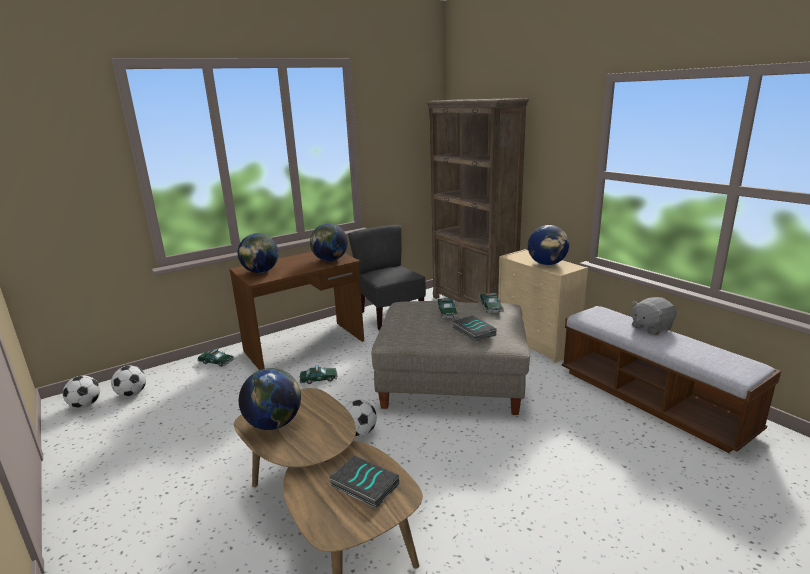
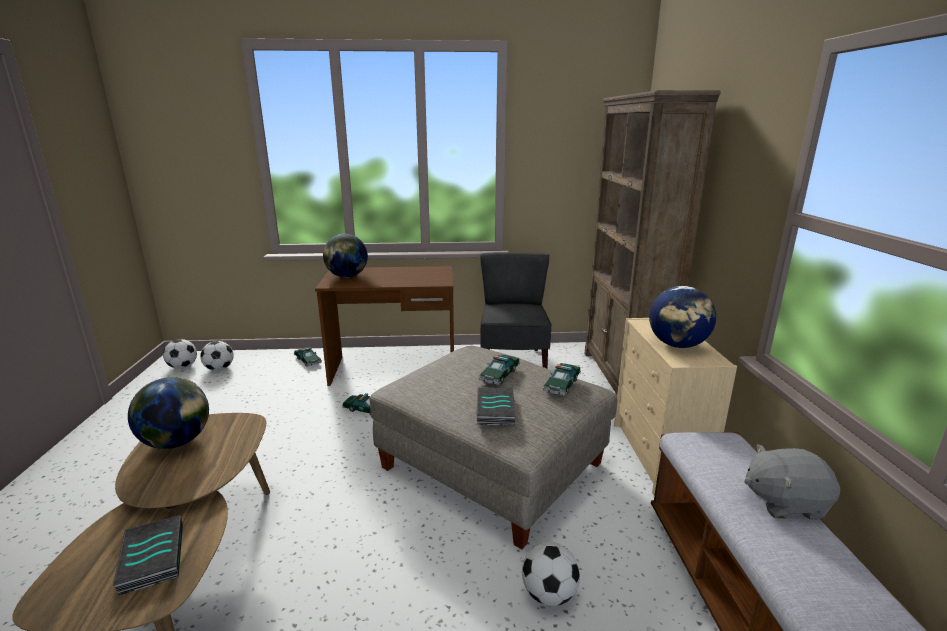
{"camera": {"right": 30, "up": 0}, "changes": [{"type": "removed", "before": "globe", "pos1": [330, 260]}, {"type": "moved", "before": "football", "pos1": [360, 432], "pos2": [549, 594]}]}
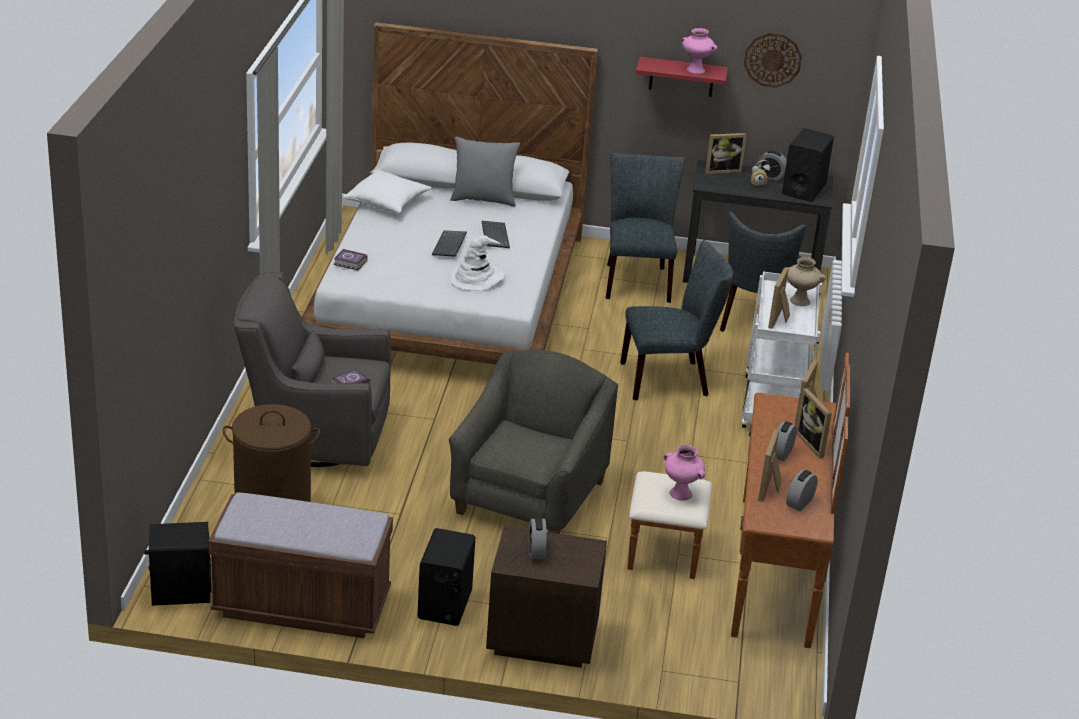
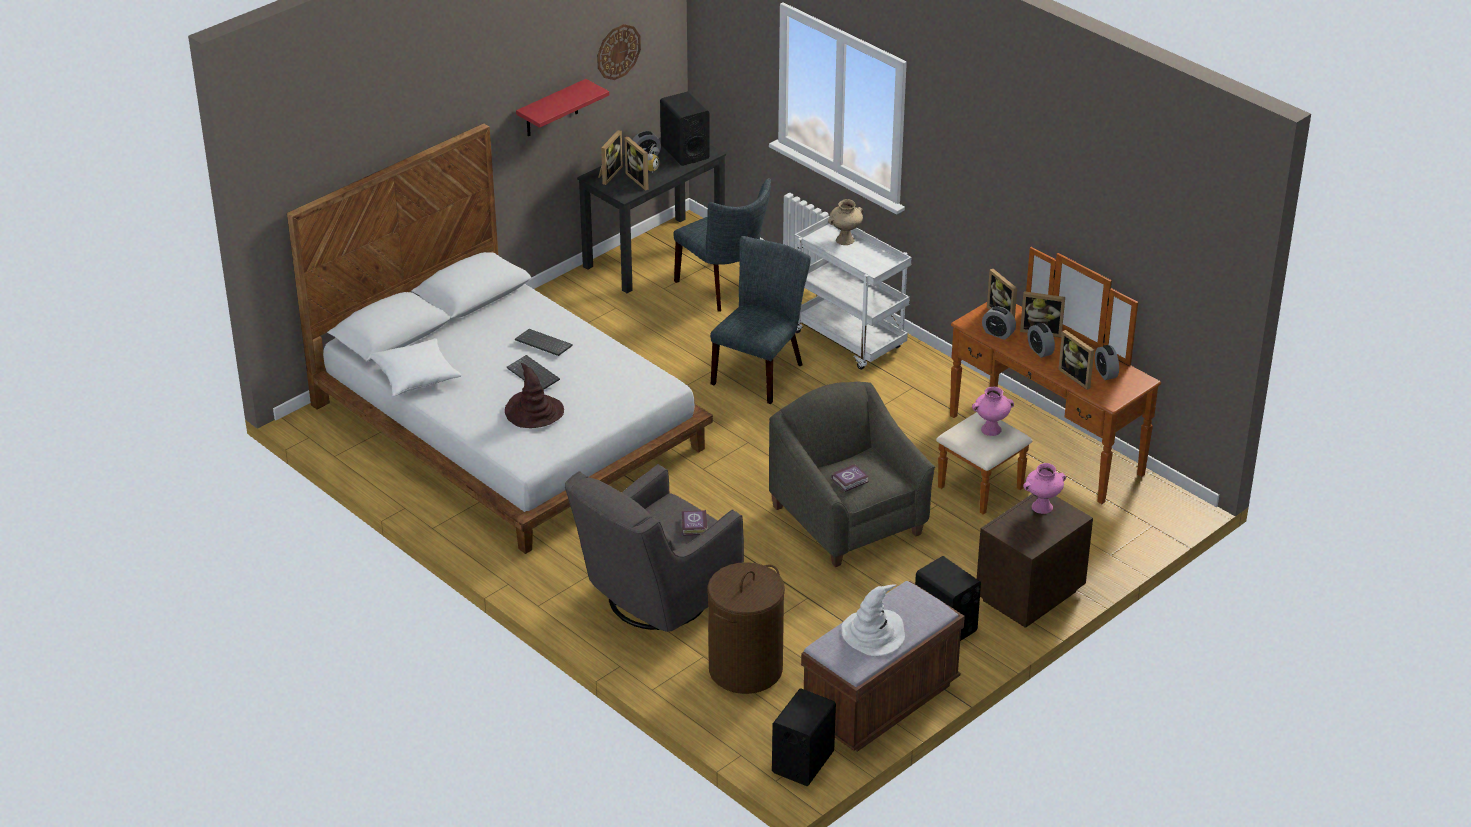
{"camera": {"right": -50, "up": 5}, "changes": [{"type": "removed", "before": "grey pillow", "pos1": [483, 199]}, {"type": "removed", "before": "grey chair", "pos1": [636, 280]}, {"type": "added", "after": "brown hat", "pos2": [534, 412]}, {"type": "moved", "before": "book", "pos1": [350, 263], "pos2": [851, 480]}, {"type": "moved", "before": "white hat", "pos1": [477, 278], "pos2": [873, 634]}, {"type": "moved", "before": "alarm clock", "pos1": [536, 551], "pos2": [998, 333]}, {"type": "moved", "before": "pink vase", "pos1": [695, 70], "pos2": [1042, 507]}, {"type": "moved", "before": "picture frame", "pos1": [780, 319], "pos2": [640, 180]}]}
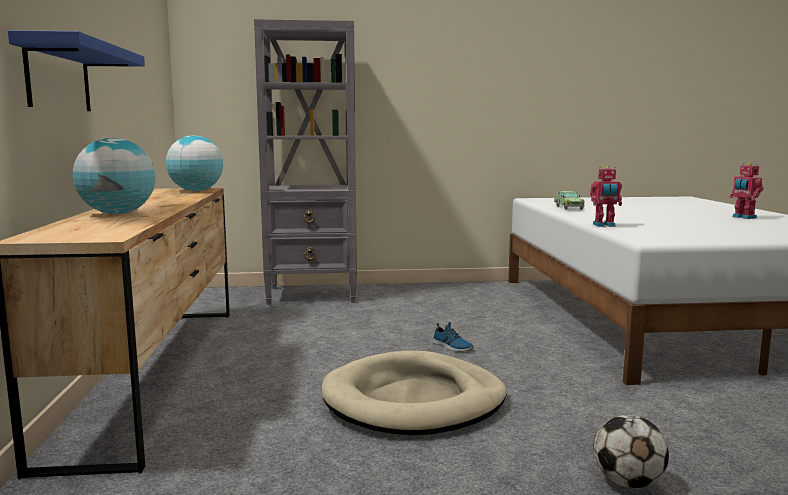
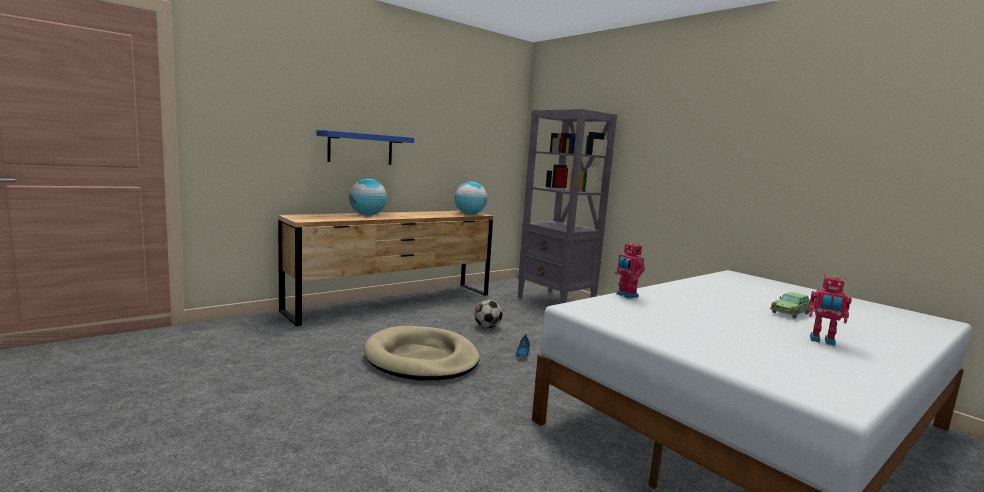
{"camera": {"right": 55, "up": 0}, "changes": [{"type": "moved", "before": "toy car", "pos1": [568, 207], "pos2": [791, 313]}, {"type": "moved", "before": "football", "pos1": [628, 483], "pos2": [487, 327]}, {"type": "turned", "before": "toy robot", "pos1": [743, 217], "pos2": [822, 341], "turn": -90}]}
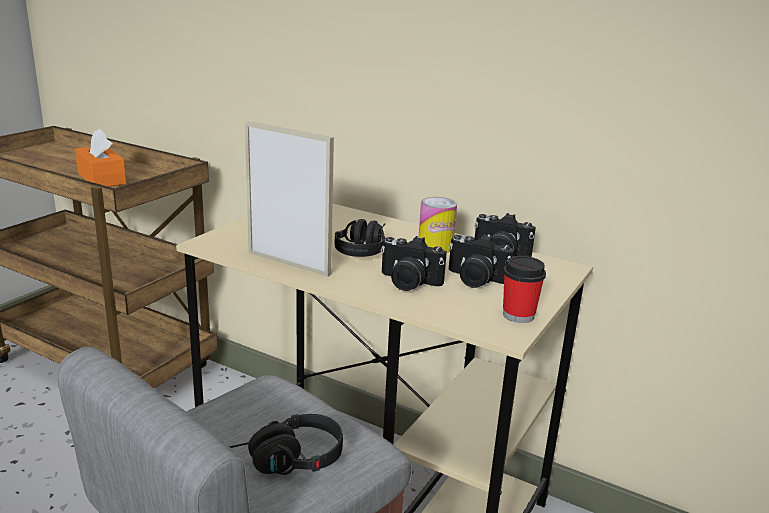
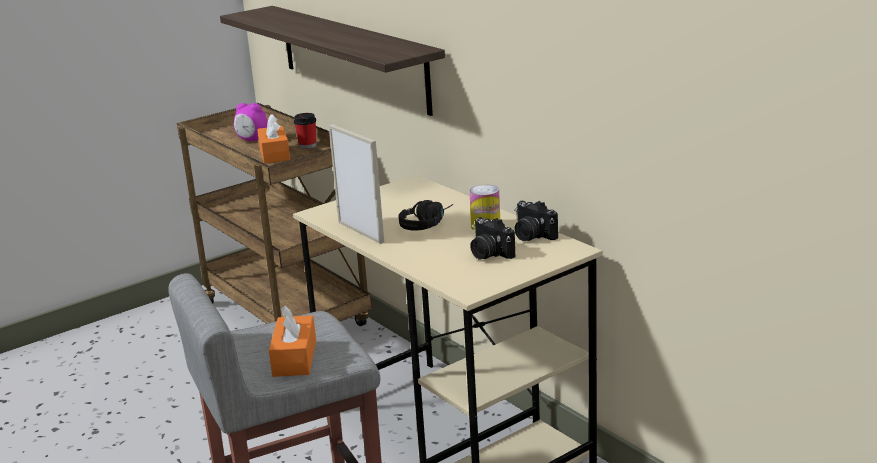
{"camera": {"right": 25, "up": 0}, "changes": [{"type": "removed", "before": "photo camera", "pos1": [408, 282]}, {"type": "added", "after": "shelf", "pos2": [352, 57]}, {"type": "added", "after": "alarm clock", "pos2": [252, 140]}, {"type": "moved", "before": "cup", "pos1": [518, 315], "pos2": [307, 145]}, {"type": "replaced", "before": "black headphones", "after": "orange tissue box", "pos1": [285, 462], "pos2": [294, 358]}]}
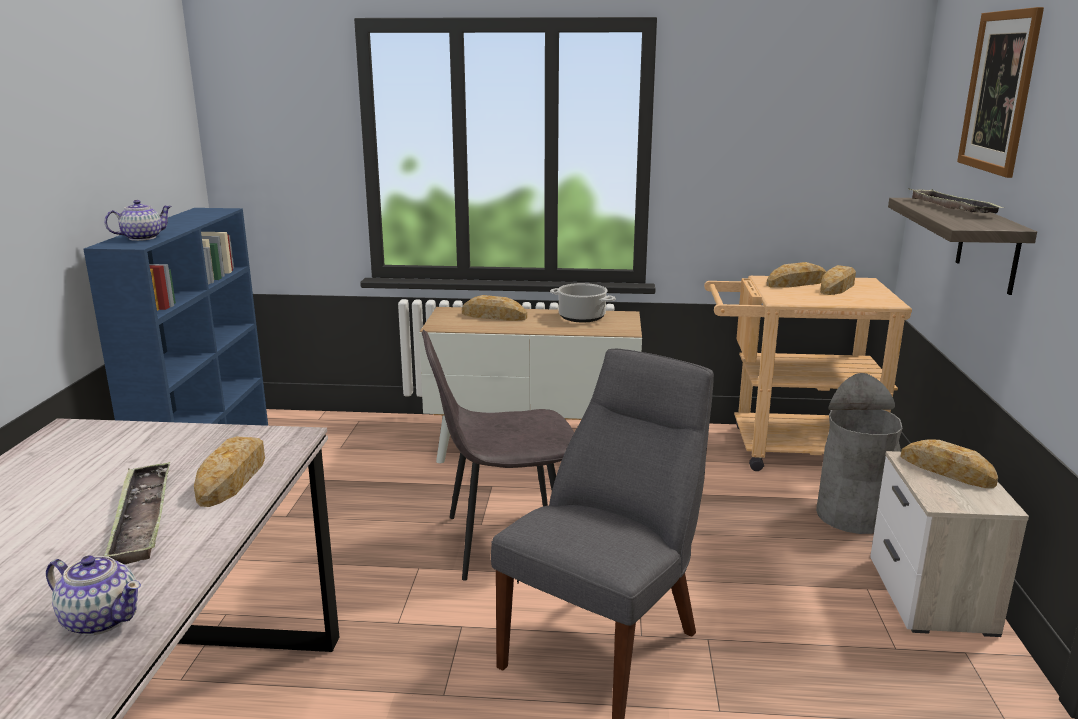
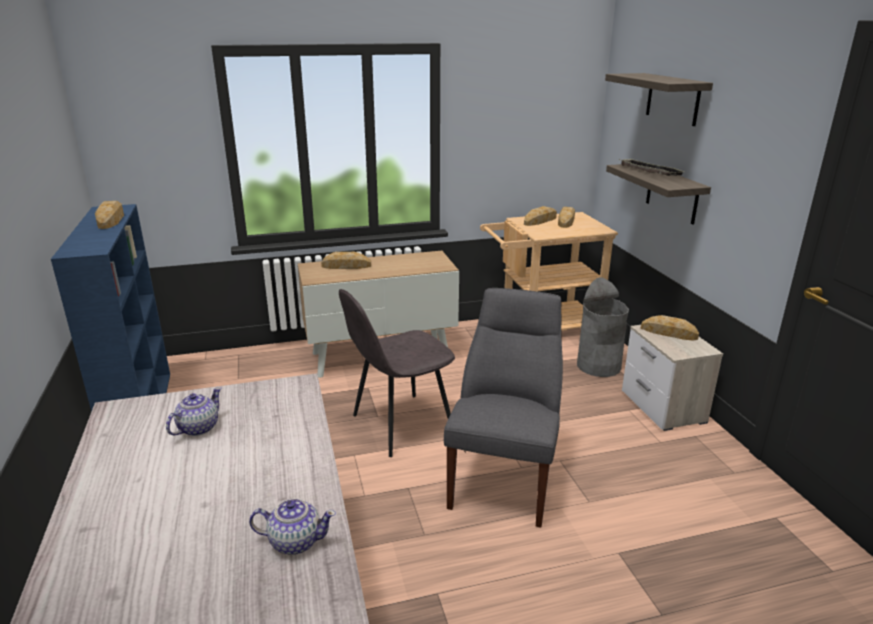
{"camera": {"right": -20, "up": 5}, "changes": [{"type": "removed", "before": "tray", "pos1": [142, 518]}, {"type": "removed", "before": "cooking pot", "pos1": [582, 317]}, {"type": "moved", "before": "teapot", "pos1": [142, 238], "pos2": [197, 428]}, {"type": "moved", "before": "bread", "pos1": [233, 477], "pos2": [111, 220]}, {"type": "replaced", "before": "picture", "after": "shelf", "pos1": [999, 92], "pos2": [673, 99]}]}
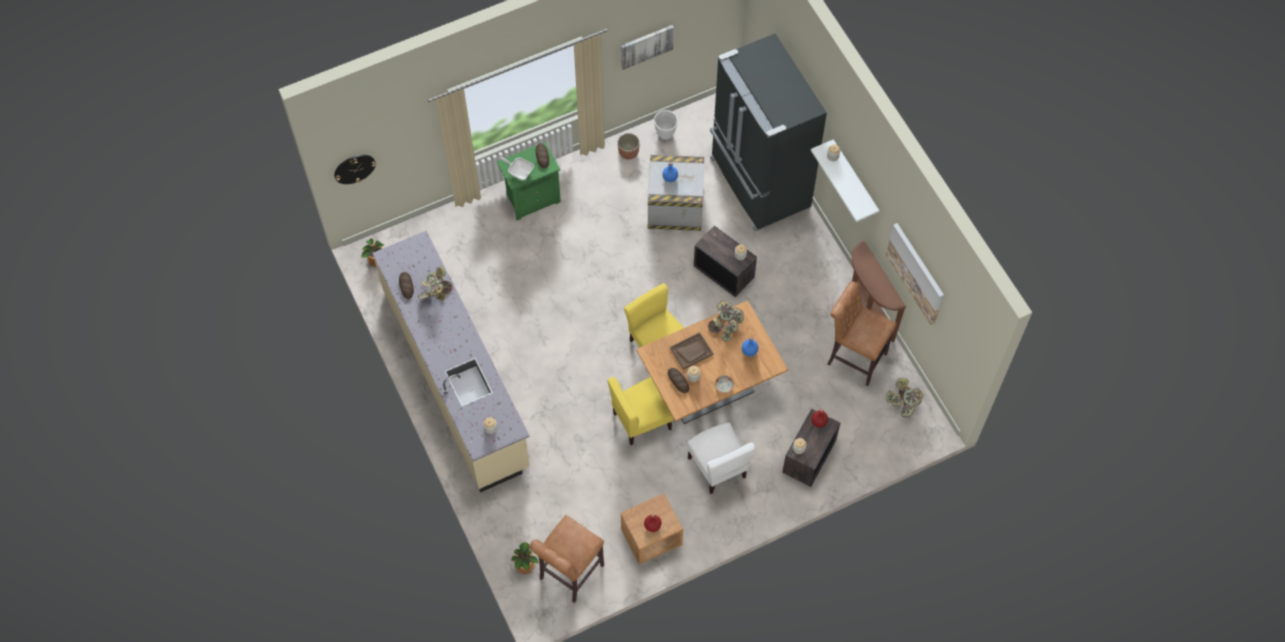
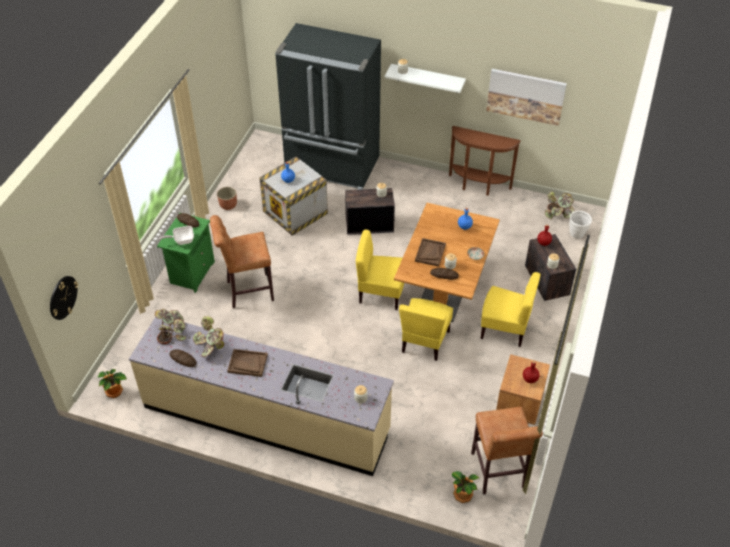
{"camera": {"right": -45, "up": -15}, "changes": [{"type": "removed", "before": "picture", "pos1": [646, 46]}, {"type": "added", "after": "brown tray", "pos2": [247, 363]}, {"type": "moved", "before": "white planter", "pos1": [665, 134], "pos2": [577, 234]}, {"type": "moved", "before": "potted plant", "pos1": [725, 326], "pos2": [172, 332]}, {"type": "moved", "before": "brown stool", "pos1": [854, 357], "pos2": [247, 291]}, {"type": "recoloured", "before": "white chair", "after": "yellow chair", "pos1": [718, 467], "pos2": [505, 329]}]}
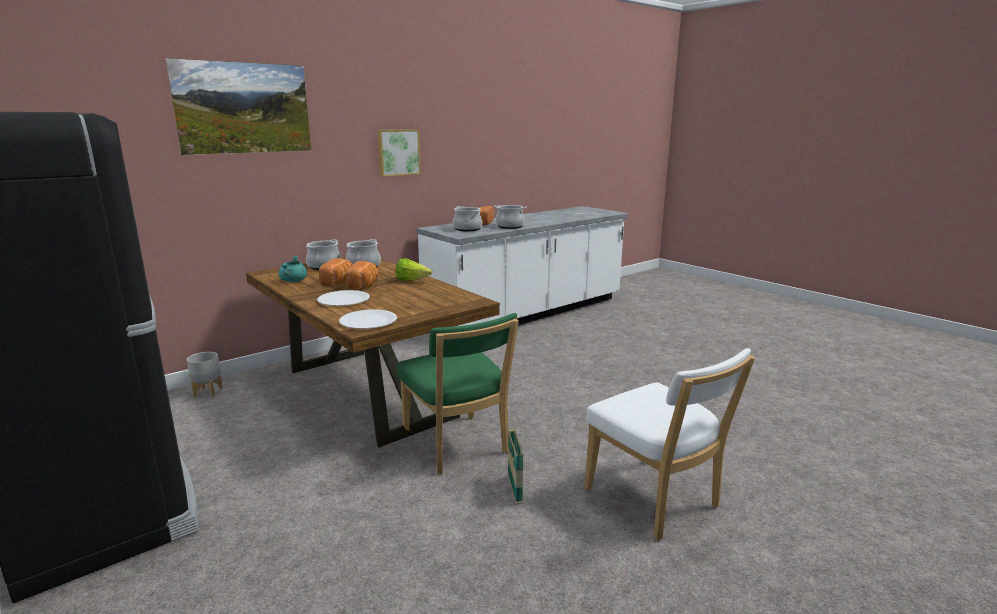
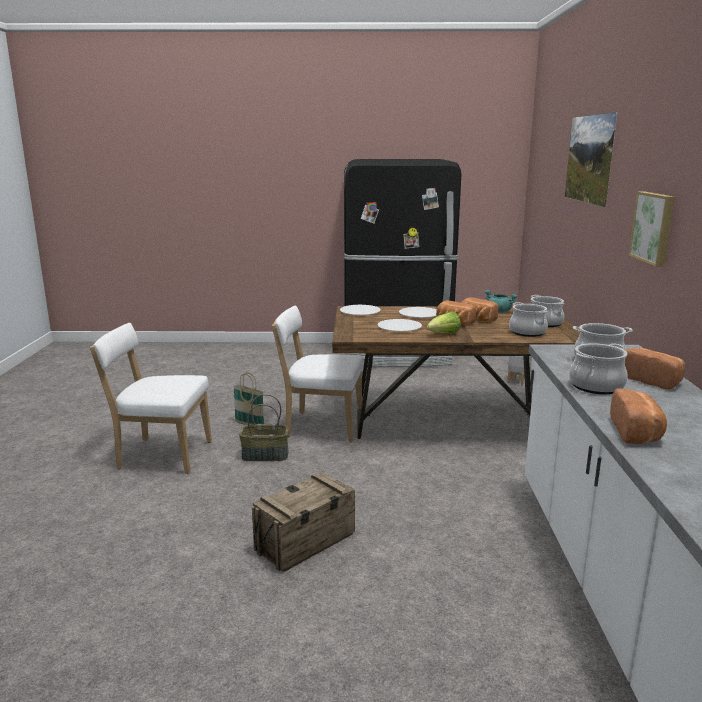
{"camera": {"right": 130, "up": 0}, "changes": [{"type": "added", "after": "basket", "pos2": [264, 456]}, {"type": "added", "after": "crate", "pos2": [306, 542]}, {"type": "added", "after": "white plate", "pos2": [399, 327]}, {"type": "added", "after": "bread", "pos2": [637, 433]}, {"type": "recoloured", "before": "green chair", "after": "white chair", "pos1": [458, 446], "pos2": [320, 426]}]}
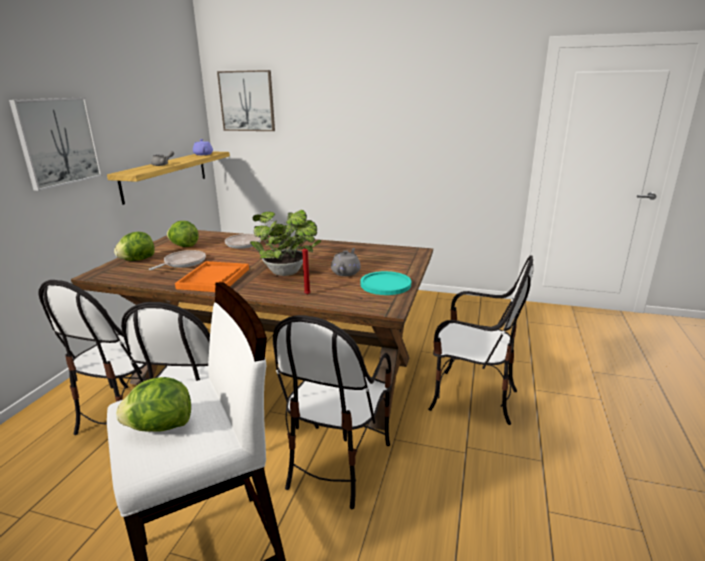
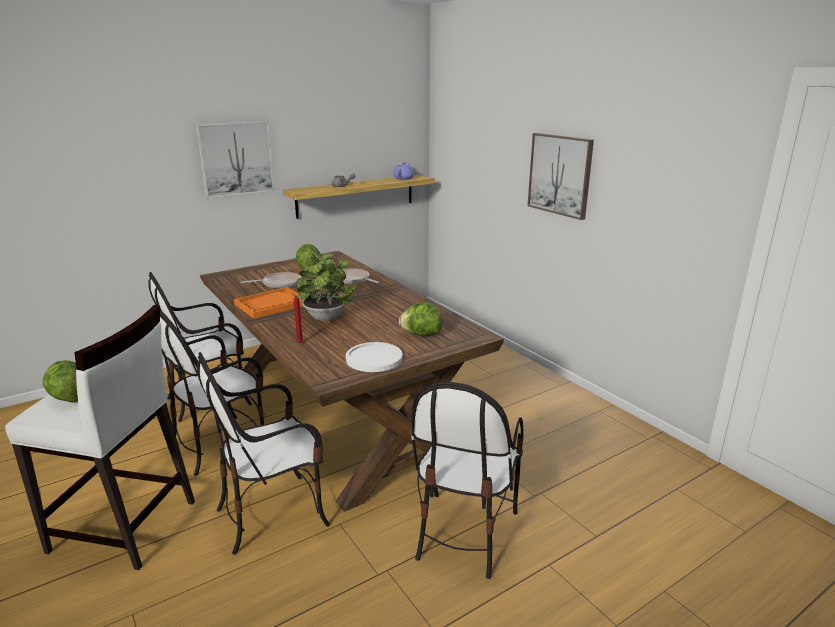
{"camera": {"right": 40, "up": 0}, "changes": [{"type": "removed", "before": "grey teapot", "pos1": [346, 272]}, {"type": "moved", "before": "lettuce", "pos1": [137, 260], "pos2": [421, 334]}, {"type": "moved", "before": "picture", "pos1": [247, 101], "pos2": [560, 175]}, {"type": "recoloured", "before": "turquoise plate", "after": "white plate", "pos1": [385, 284], "pos2": [374, 358]}, {"type": "turned", "before": "chair", "pos1": [472, 398], "pos2": [464, 532], "turn": 45}]}
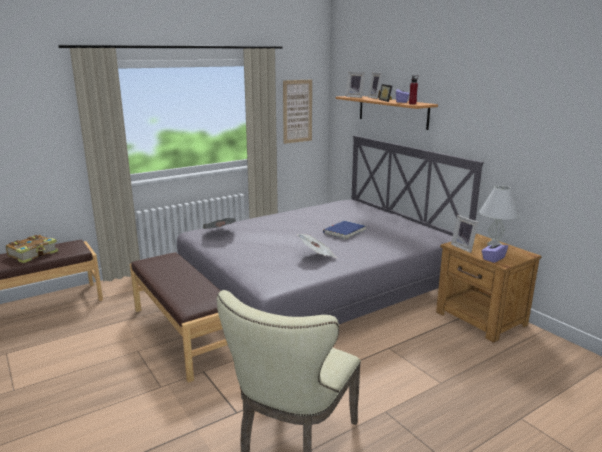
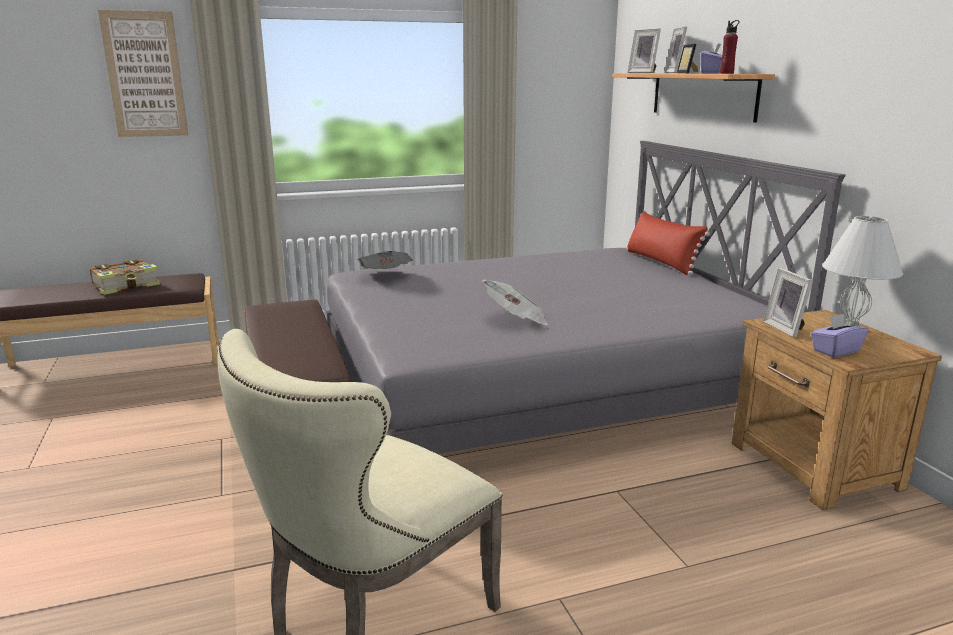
{"camera": {"right": 15, "up": 0}, "changes": [{"type": "removed", "before": "blue book", "pos1": [344, 232]}, {"type": "added", "after": "red pillow", "pos2": [661, 262]}, {"type": "moved", "before": "picture", "pos1": [297, 111], "pos2": [145, 75]}]}
